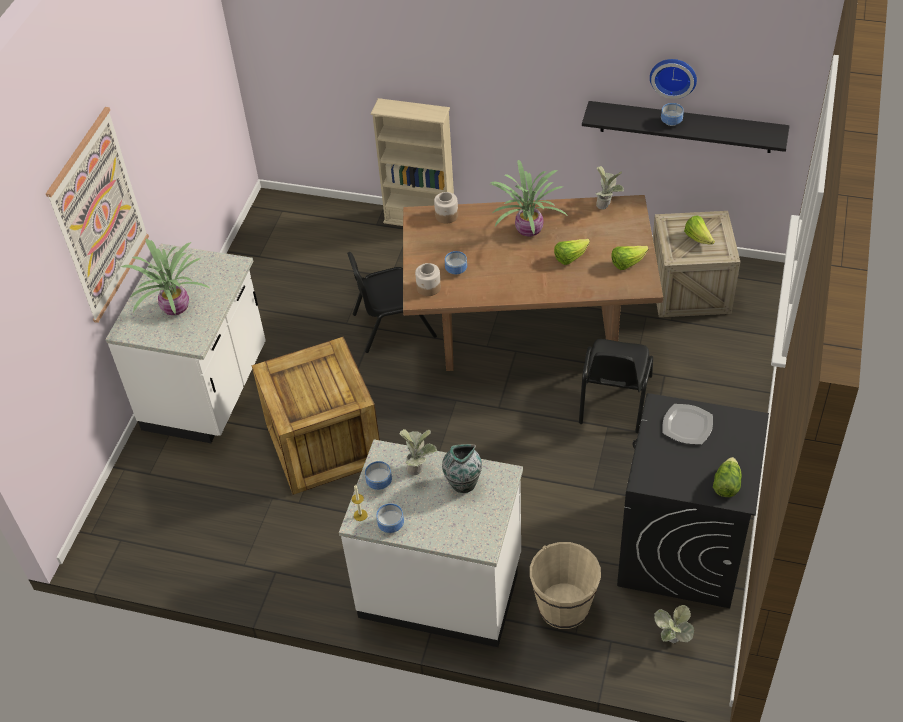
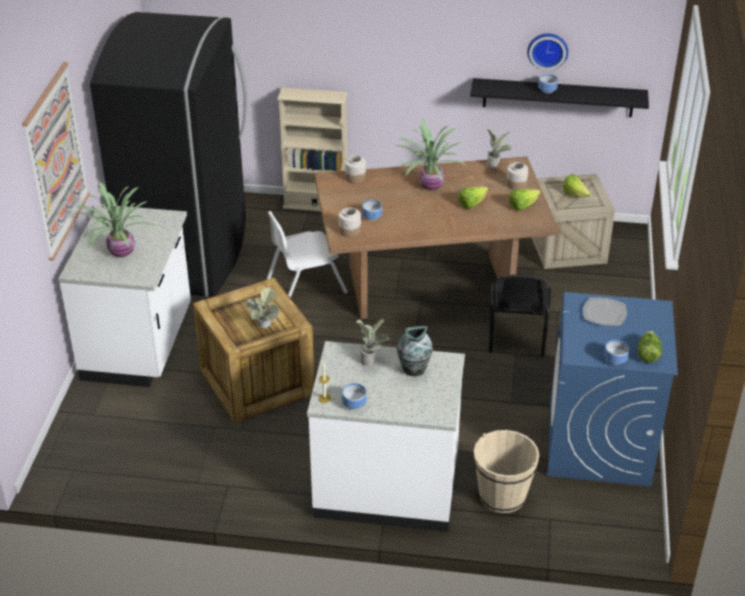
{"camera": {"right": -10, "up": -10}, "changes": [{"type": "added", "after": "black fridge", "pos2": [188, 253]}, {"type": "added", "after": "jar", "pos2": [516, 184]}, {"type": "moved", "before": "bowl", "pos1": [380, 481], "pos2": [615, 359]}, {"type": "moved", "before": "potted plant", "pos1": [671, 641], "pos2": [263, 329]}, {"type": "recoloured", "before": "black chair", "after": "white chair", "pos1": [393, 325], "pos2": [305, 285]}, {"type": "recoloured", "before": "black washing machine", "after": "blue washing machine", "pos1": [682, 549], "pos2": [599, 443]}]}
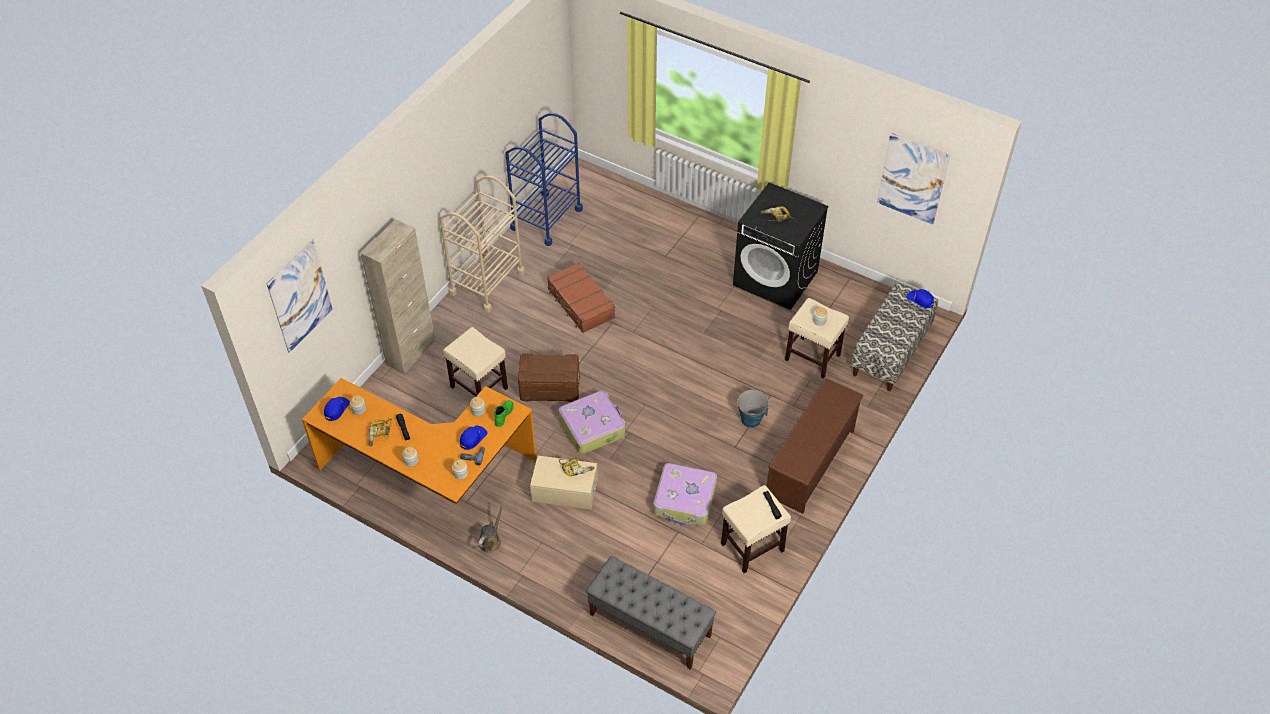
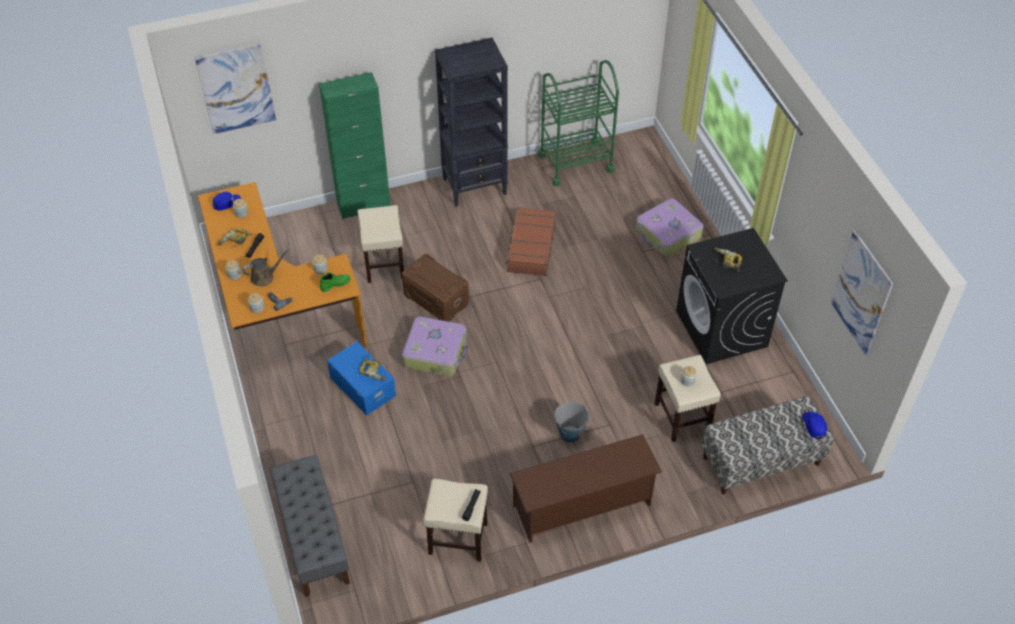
{"camera": {"right": 40, "up": 0}, "changes": [{"type": "removed", "before": "blue cap", "pos1": [473, 438]}, {"type": "moved", "before": "brown watering can", "pos1": [491, 540], "pos2": [264, 277]}, {"type": "moved", "before": "suitcase", "pos1": [685, 500], "pos2": [668, 234]}, {"type": "replaced", "before": "beige cart", "after": "black bookcase", "pos1": [487, 283], "pos2": [475, 186]}, {"type": "recoloured", "before": "beige cabinet", "after": "green cabinet", "pos1": [411, 352], "pos2": [364, 206]}, {"type": "recoloured", "before": "blue cart", "after": "green cart", "pos1": [546, 218], "pos2": [575, 163]}, {"type": "recoloured", "before": "beige storage box", "after": "blue storage box", "pos1": [564, 489], "pos2": [363, 386]}]}
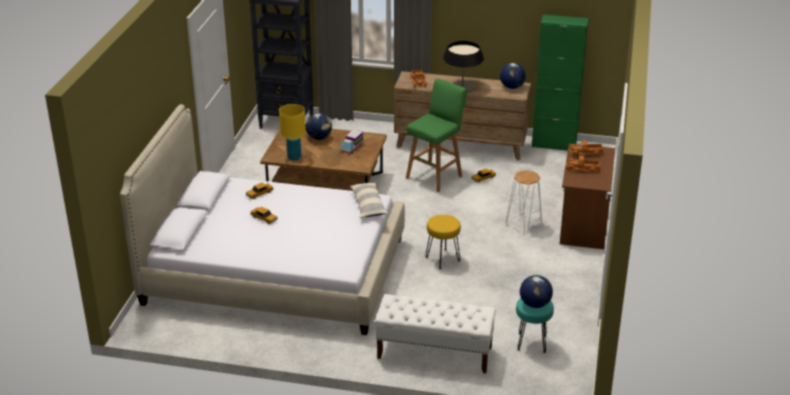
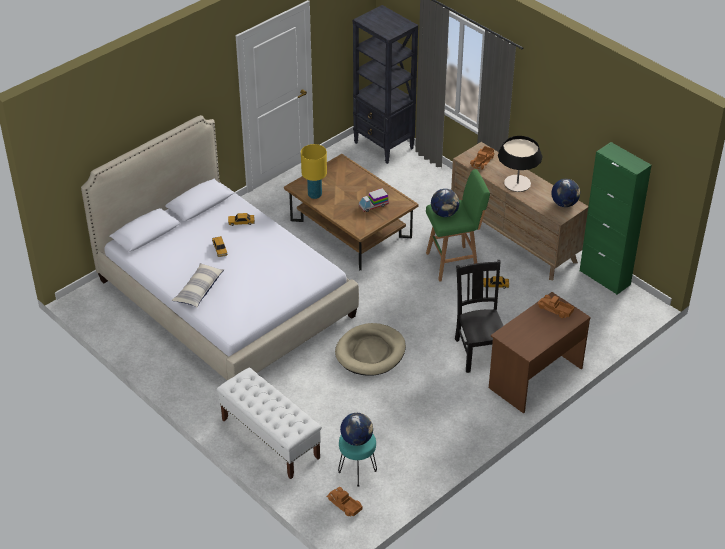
{"camera": {"right": 35, "up": 10}, "changes": [{"type": "moved", "before": "globe", "pos1": [319, 138], "pos2": [444, 213]}, {"type": "moved", "before": "pillow", "pos1": [368, 205], "pos2": [199, 290]}, {"type": "moved", "before": "toy truck", "pos1": [582, 169], "pos2": [344, 505]}, {"type": "replaced", "before": "yellow stool", "after": "beige dog bed", "pos1": [442, 258], "pos2": [370, 352]}, {"type": "replaced", "before": "white stool", "after": "black chair", "pos1": [523, 224], "pos2": [479, 351]}]}
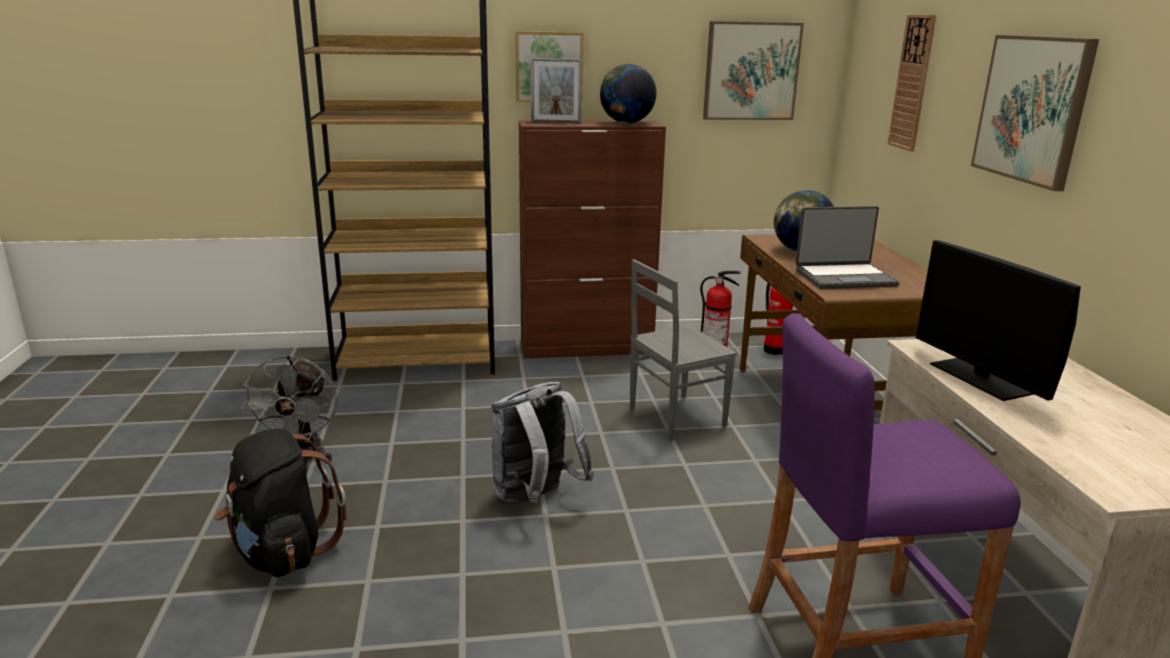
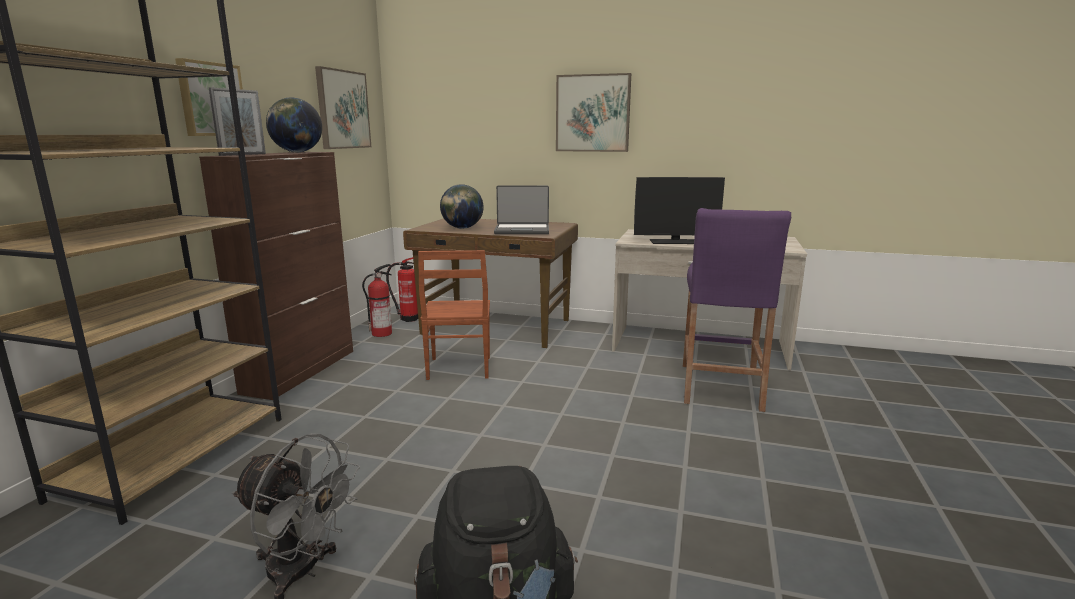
{"camera": {"right": -65, "up": -5}, "changes": [{"type": "removed", "before": "grey backpack", "pos1": [535, 499]}, {"type": "removed", "before": "wall clock", "pos1": [912, 83]}, {"type": "recoloured", "before": "grey chair", "after": "brown chair", "pos1": [675, 417], "pos2": [458, 369]}, {"type": "turned", "before": "laptop", "pos1": [844, 277], "pos2": [522, 230], "turn": 75}]}
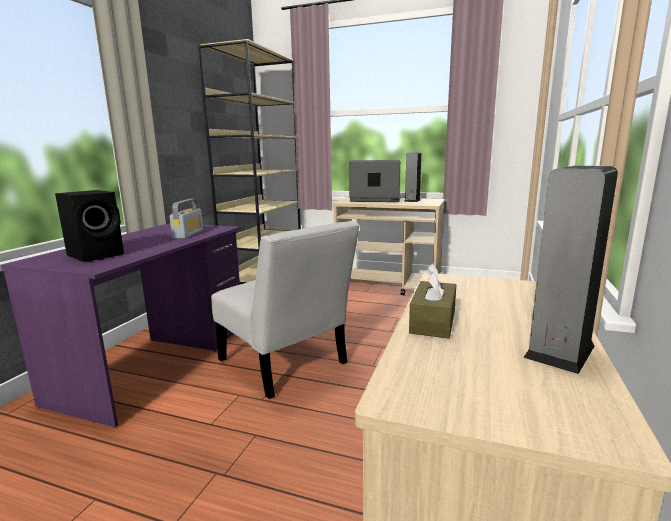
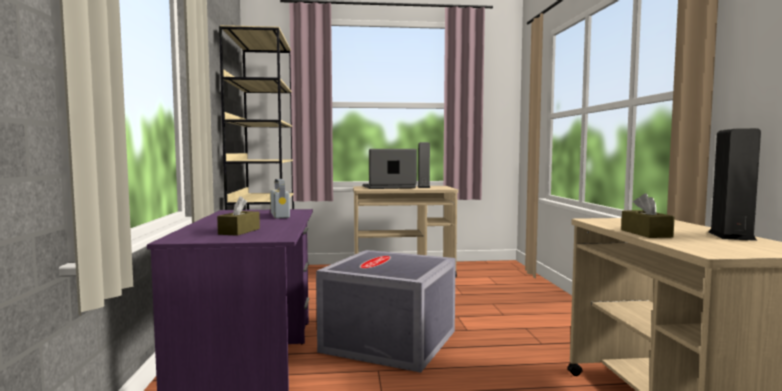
{"camera": {"right": -25, "up": -10}, "changes": [{"type": "replaced", "before": "black speaker", "after": "brown tissue box", "pos1": [98, 255], "pos2": [239, 231]}, {"type": "replaced", "before": "white chair", "after": "grey storage box", "pos1": [286, 364], "pos2": [390, 342]}]}
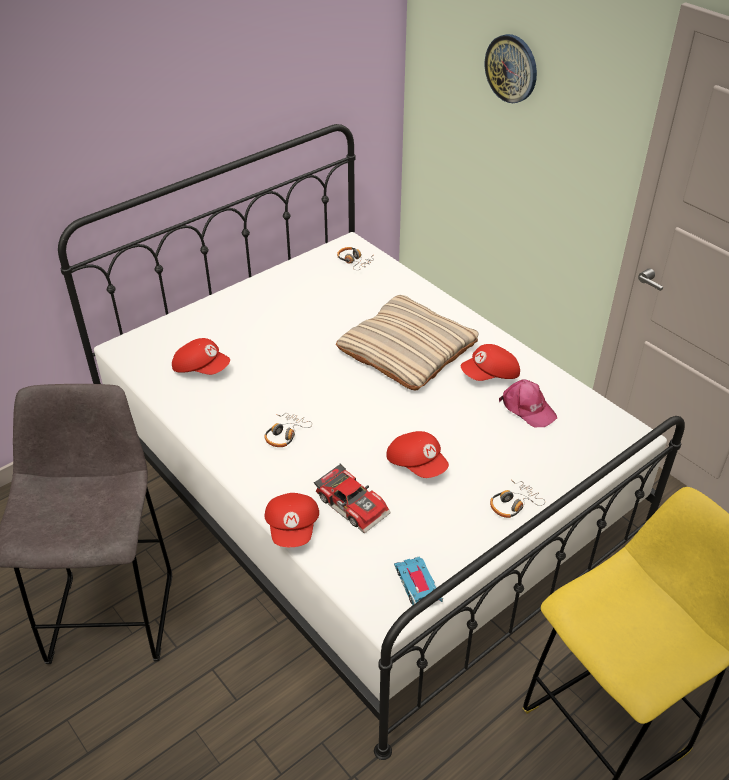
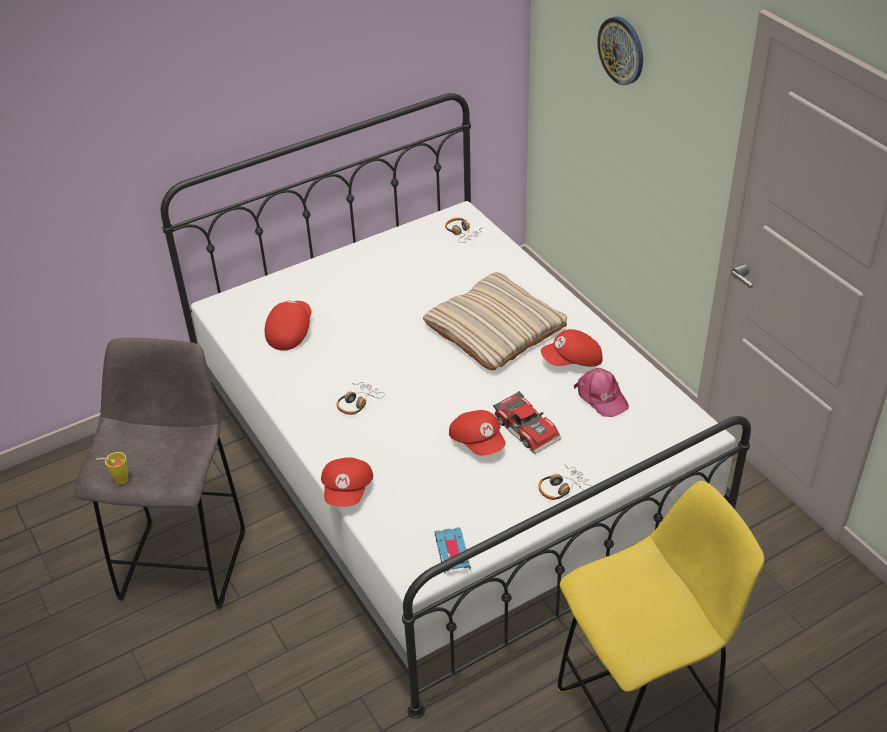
{"camera": {"right": 10, "up": 0}, "changes": [{"type": "added", "after": "yellow cup", "pos2": [118, 480]}, {"type": "moved", "before": "toy car", "pos1": [353, 503], "pos2": [528, 428]}, {"type": "turned", "before": "red cap", "pos1": [201, 368], "pos2": [289, 332], "turn": -105}]}
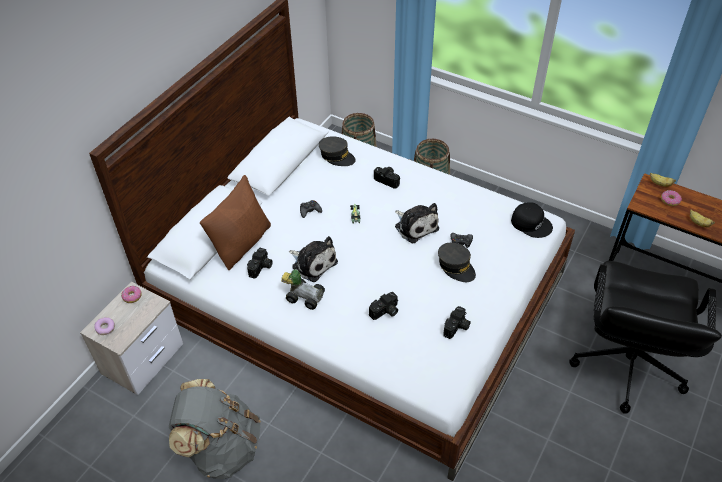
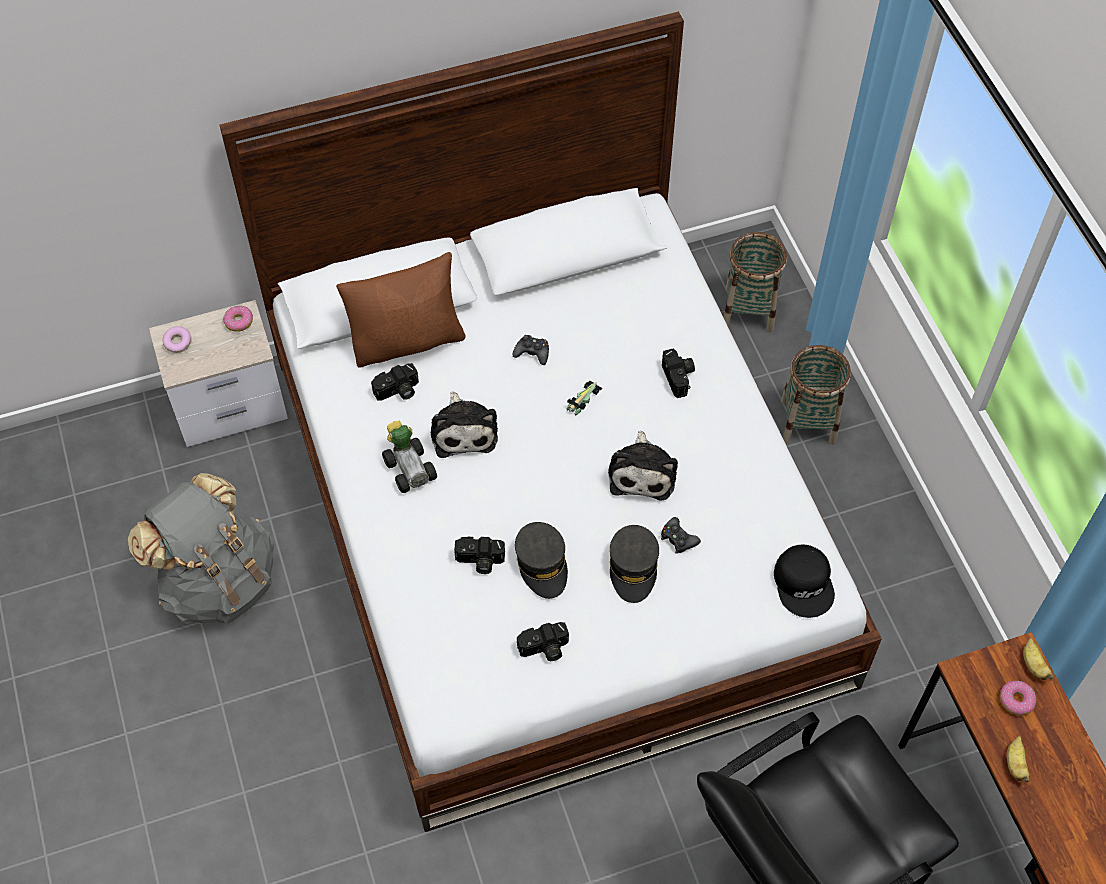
{"camera": {"right": 40, "up": 10}, "changes": [{"type": "moved", "before": "grey cap", "pos1": [337, 156], "pos2": [542, 564]}]}
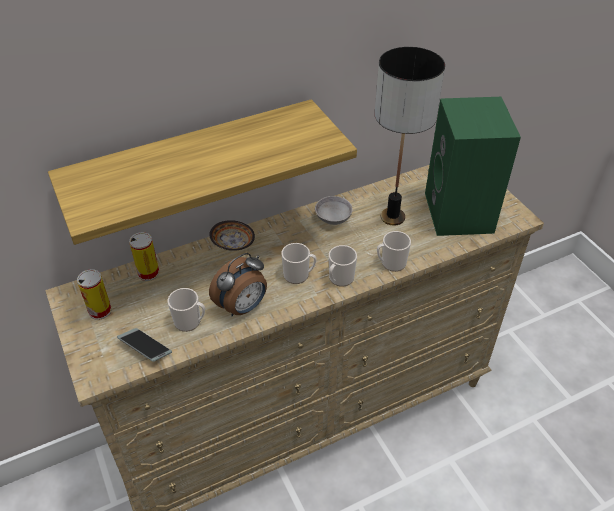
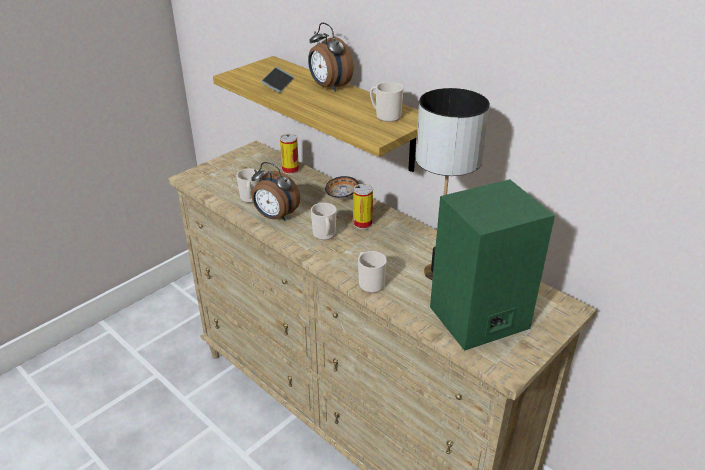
{"camera": {"right": 70, "up": -10}, "changes": [{"type": "removed", "before": "grey bowl", "pos1": [333, 218]}, {"type": "added", "after": "alarm clock", "pos2": [328, 87]}, {"type": "moved", "before": "can", "pos1": [100, 310], "pos2": [362, 224]}, {"type": "moved", "before": "phone", "pos1": [145, 348], "pos2": [278, 84]}, {"type": "moved", "before": "mug", "pos1": [339, 279], "pos2": [385, 116]}]}
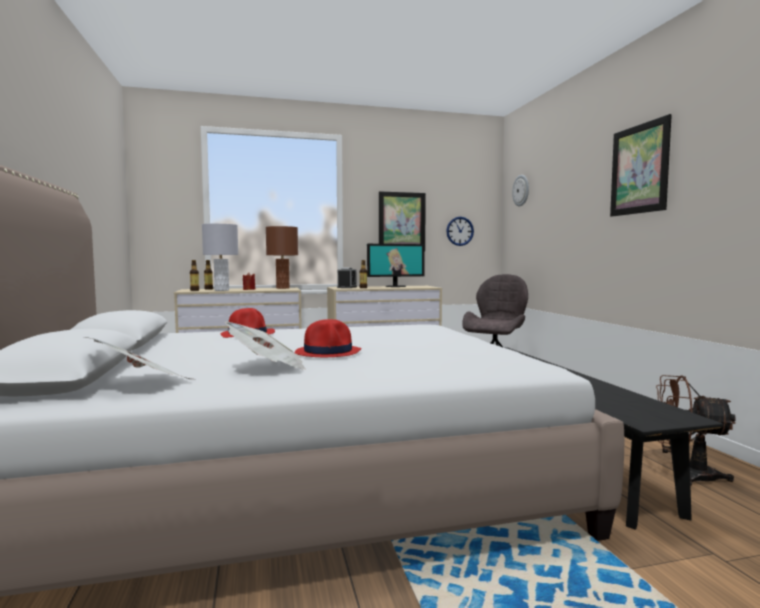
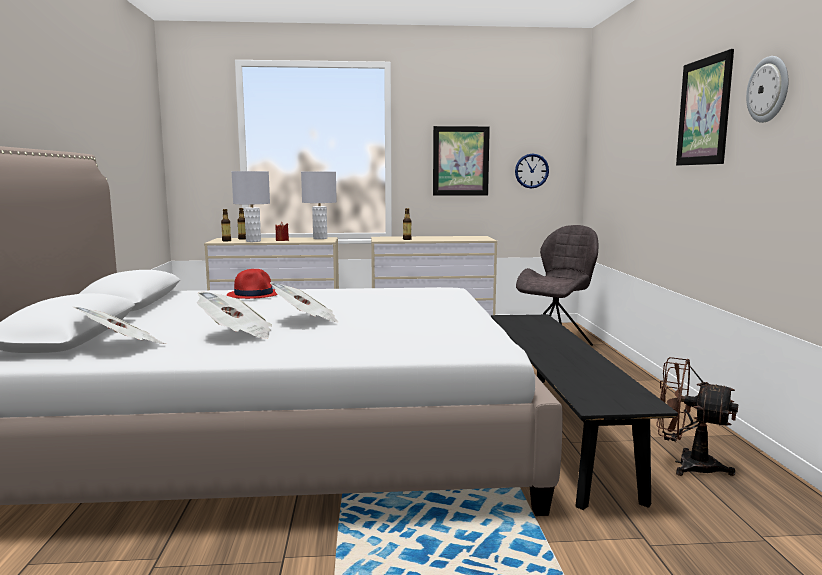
{"camera": {"right": 10, "up": 5}, "changes": [{"type": "removed", "before": "alarm clock", "pos1": [347, 287]}, {"type": "removed", "before": "monitor", "pos1": [395, 286]}, {"type": "moved", "before": "wall clock", "pos1": [521, 190], "pos2": [768, 89]}, {"type": "replaced", "before": "red hat", "after": "newspaper", "pos1": [328, 352], "pos2": [306, 320]}, {"type": "recoloured", "before": "brown table lamp", "after": "grey table lamp", "pos1": [283, 288], "pos2": [320, 238]}]}
